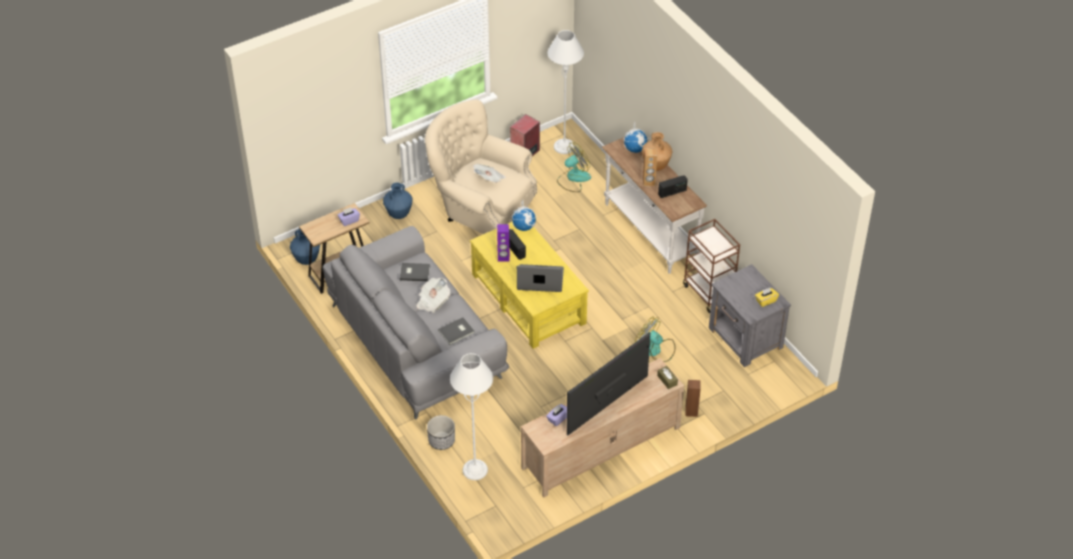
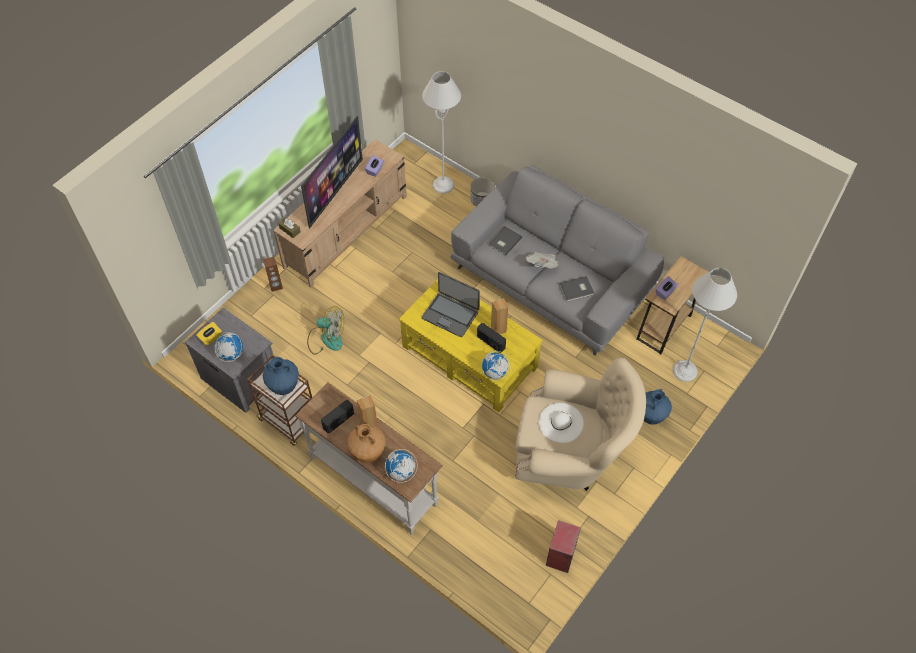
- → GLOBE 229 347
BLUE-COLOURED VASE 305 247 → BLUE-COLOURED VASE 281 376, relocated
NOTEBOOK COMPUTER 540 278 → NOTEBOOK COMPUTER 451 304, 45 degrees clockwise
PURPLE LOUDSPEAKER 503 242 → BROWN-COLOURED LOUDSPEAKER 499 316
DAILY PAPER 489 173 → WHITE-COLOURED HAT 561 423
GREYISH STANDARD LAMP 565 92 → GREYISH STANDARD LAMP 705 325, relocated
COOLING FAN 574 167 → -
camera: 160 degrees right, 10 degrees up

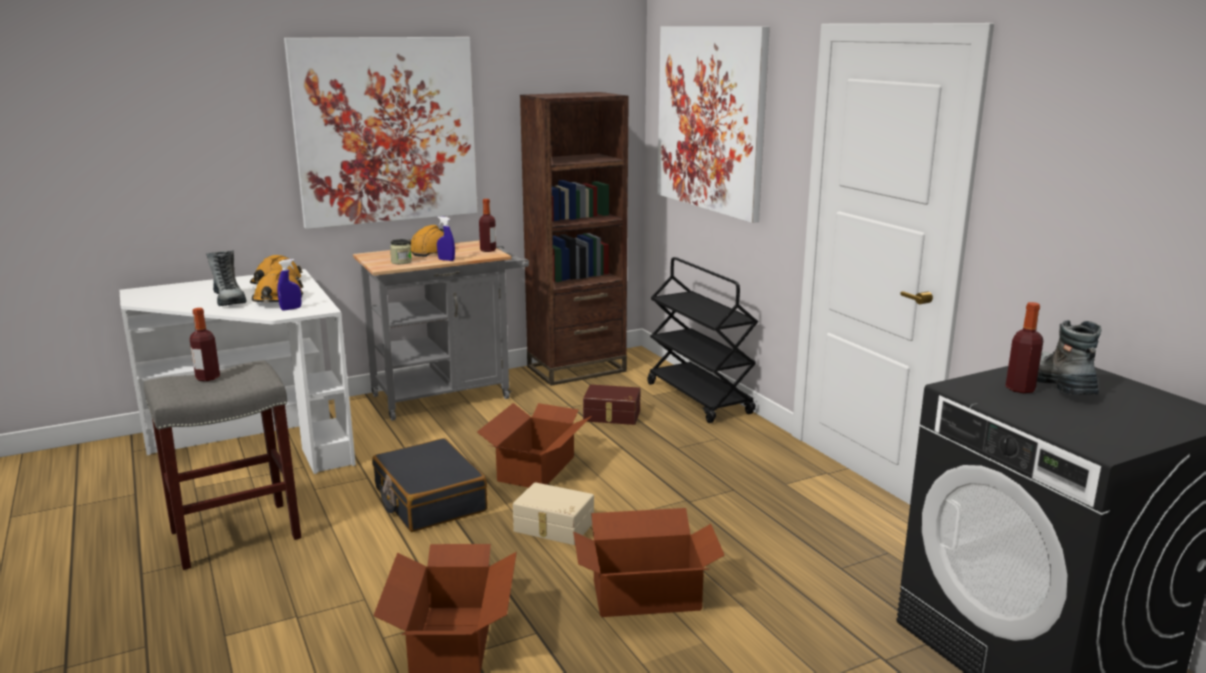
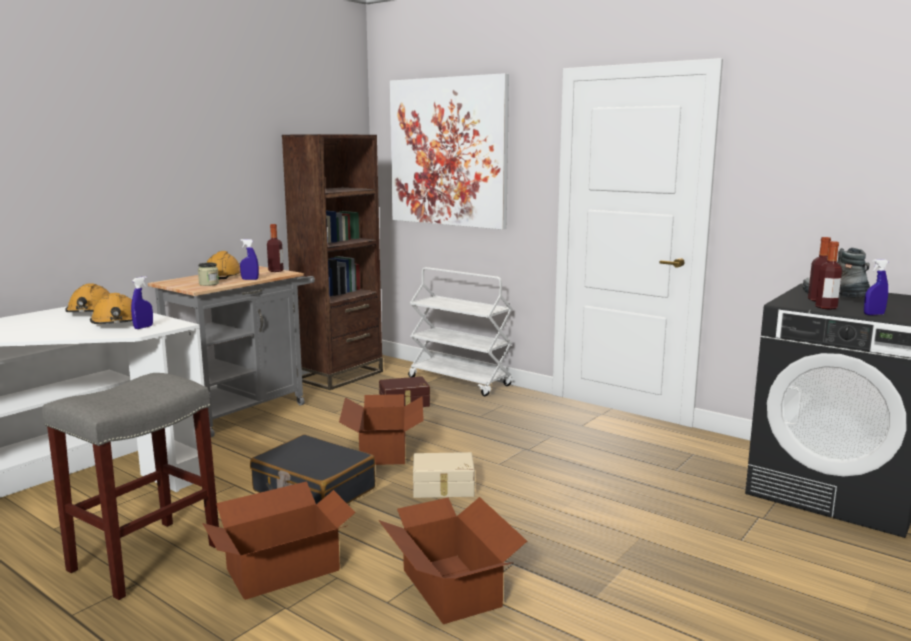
PACKING BOX 649 562 → PACKING BOX 279 540, relocated
BLACK-COLOURED TROLLEY 702 340 → WHITE-COLOURED TROLLEY 460 331
BOTTLE 205 344 → BOTTLE 828 275, relocated
- → BLUE-COLOURED SPRAYER 876 287
BOOT 226 278 → -
WALL ART 381 133 → -
camera: 25 degrees left, 5 degrees down

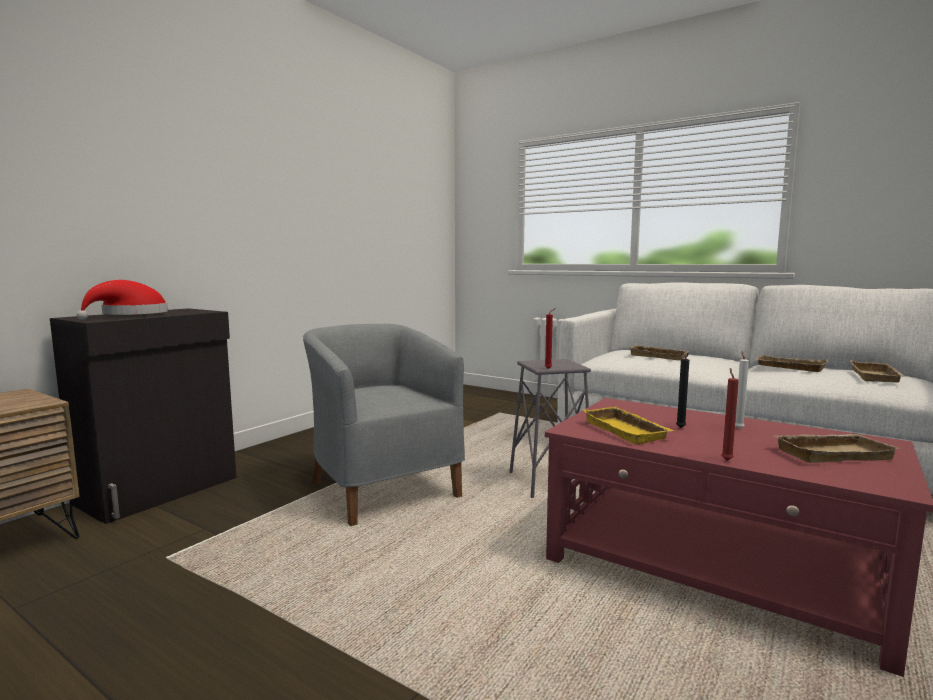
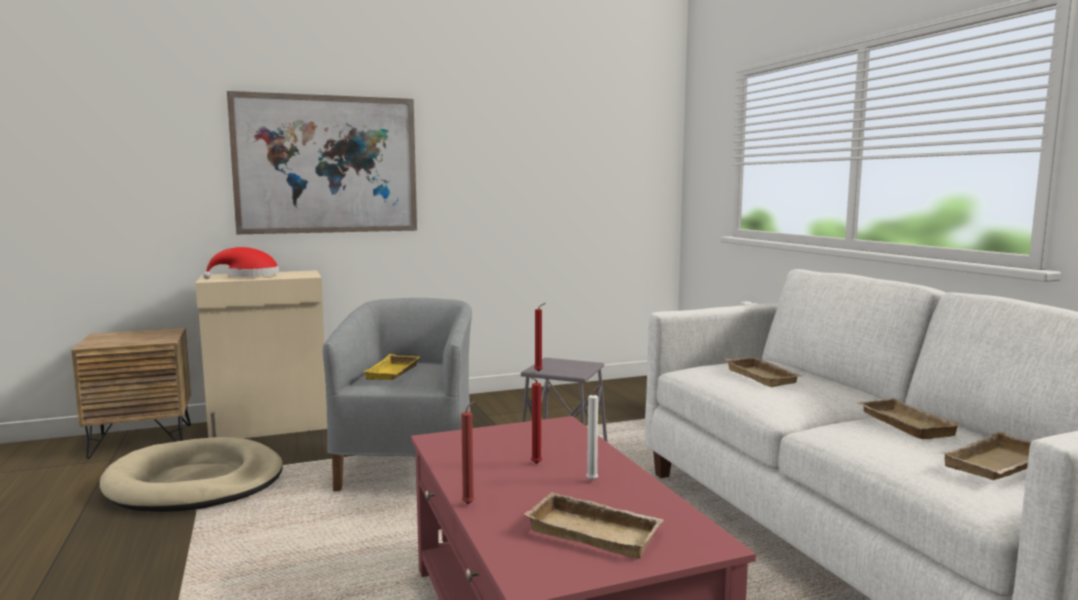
- → SAND-COLOURED PET BED 191 474
BLACK-COLOURED STORAGE CABINET 143 416 → SAND-COLOURED STORAGE CABINET 261 354
- → WALL ART 322 162
YELLOW-COLOURED SERVING TRAY 628 426 → YELLOW-COLOURED SERVING TRAY 391 367, relocated
BLACK-COLOURED CANDLE 682 390 → REDDISH CANDLE 536 420
camera: 35 degrees right, 0 degrees up

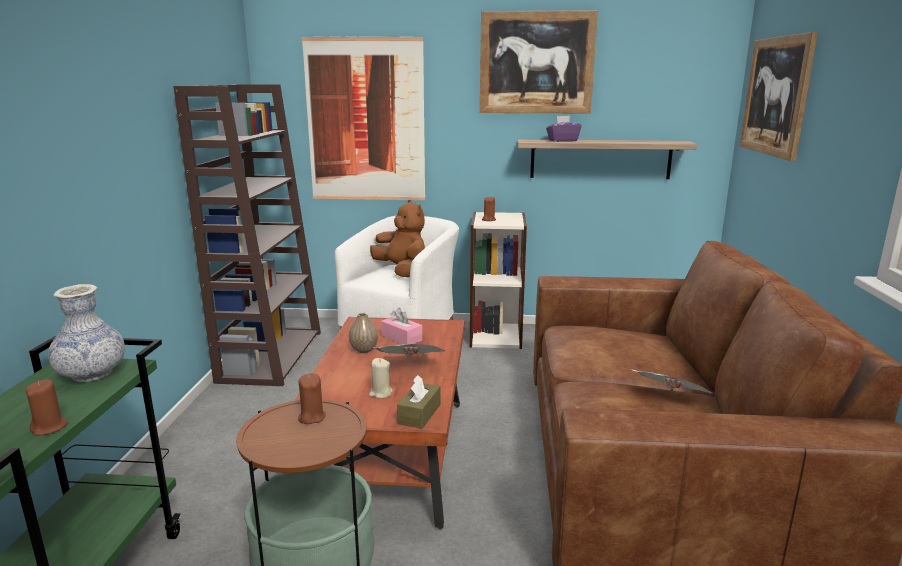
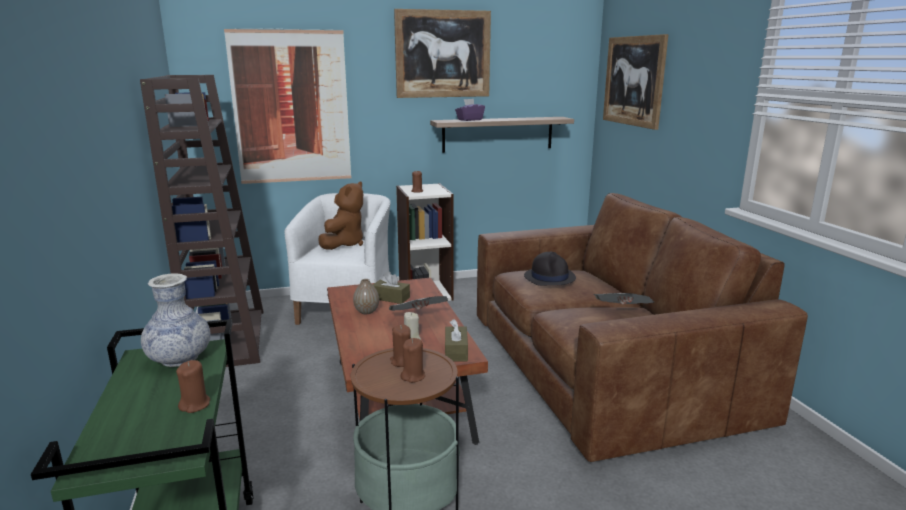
BROWN-COLOURED PLUSH TOY 397 238 → BROWN-COLOURED PLUSH TOY 340 215, 75 degrees clockwise
PINK TISSUE HOLDER 401 326 → BROWN-COLOURED TISSUE HOLDER 391 287
- → BROWN-COLOURED CANDLE 412 360
- → BLACK-COLOURED HAT 550 269
camera: 20 degrees left, 0 degrees up

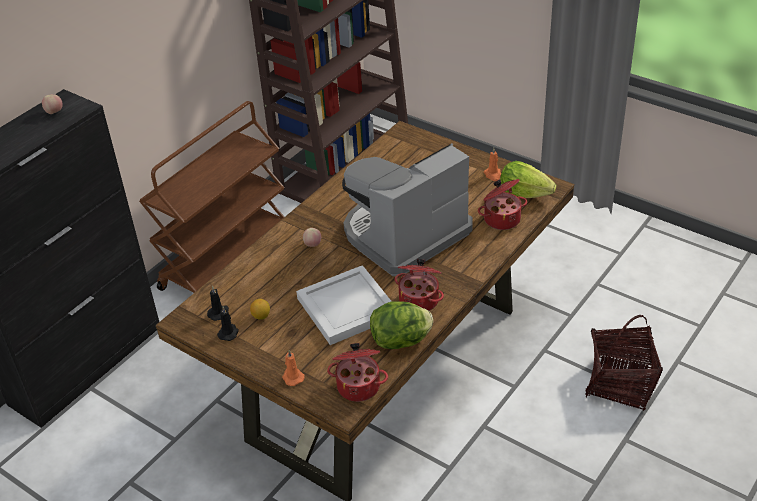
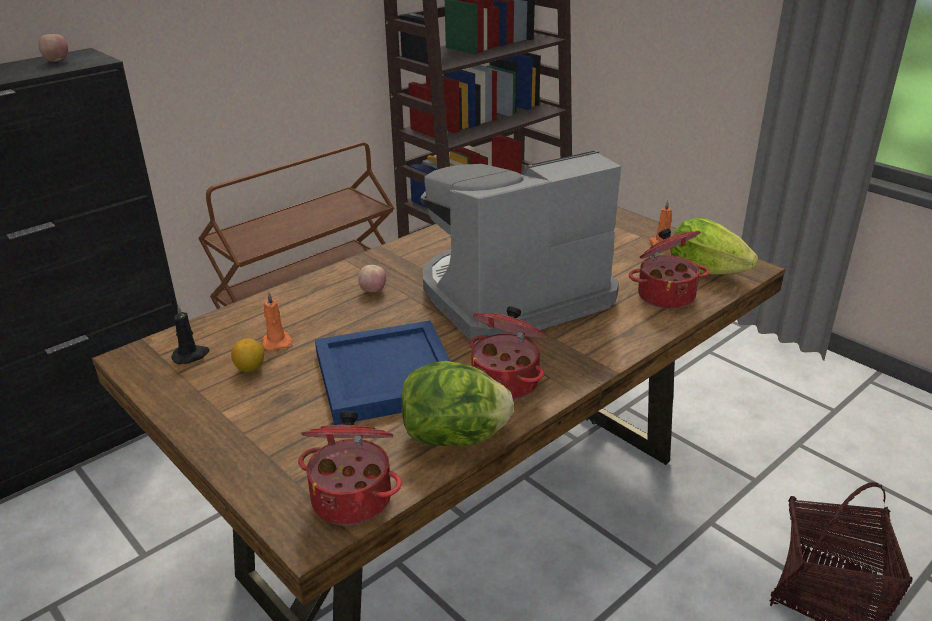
ORANGEY CANDLE 293 368 → ORANGEY CANDLE 277 321, relocated
WHITE-COLOURED SERVING TRAY 343 305 → BLUE-COLOURED SERVING TRAY 383 372
BLACK-COLOURED CANDLE 228 323 → -
camera: 10 degrees right, 10 degrees down

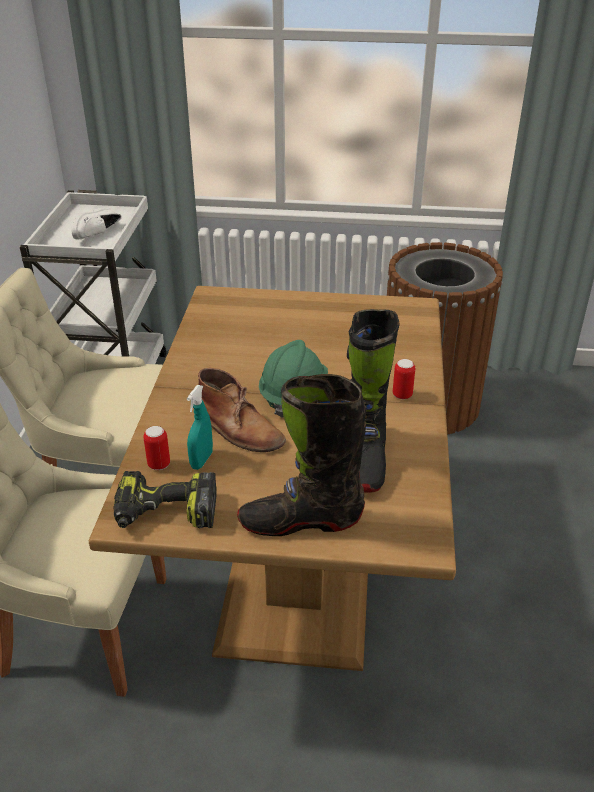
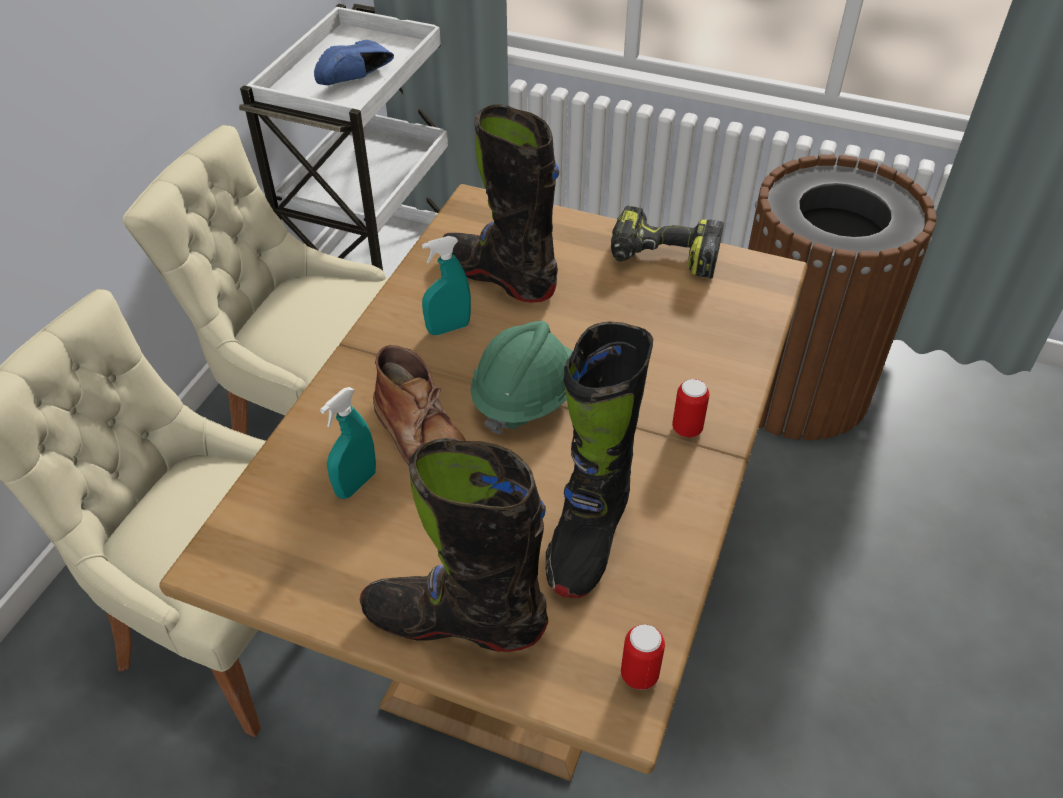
WHITE-COLOURED SHOE 96 223 → BLUE-COLOURED SHOE 354 62
- → TURQUOISE SPRAYER 446 285
- → BLACK-COLOURED BOOT 501 203
ELECTRIC DRILL 165 500 → ELECTRIC DRILL 667 242, relocated
METAL CAN 156 448 → METAL CAN 643 657, relocated
camera: 15 degrees right, 10 degrees up

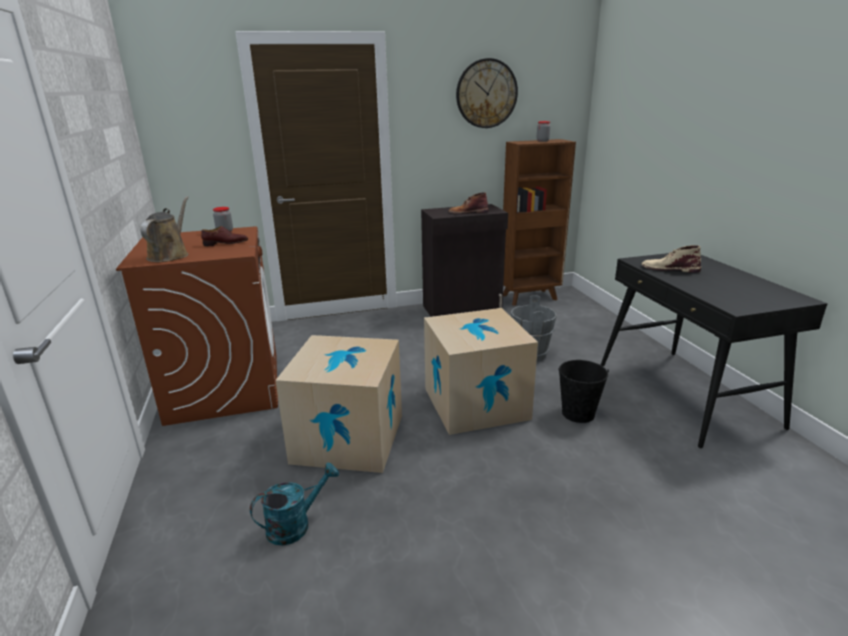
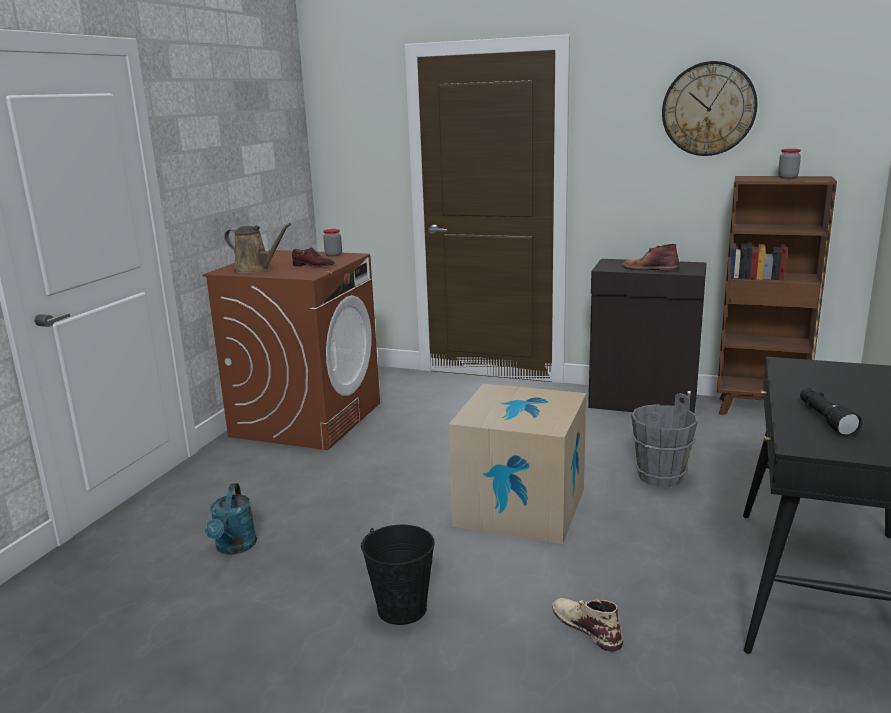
TURQUOISE SPRINKLING CAN 294 504 → TURQUOISE SPRINKLING CAN 231 519, 90 degrees clockwise
BROWN-COLOURED SPRINKLING CAN 164 229 → BROWN-COLOURED SPRINKLING CAN 257 248, 75 degrees clockwise
BLACK-COLOURED BUCKET 584 391 → BLACK-COLOURED BUCKET 398 574, relocated
SAND-COLOURED BOOT 671 259 → SAND-COLOURED BOOT 587 624, relocated
- → BLACK-COLOURED HAND TORCH 831 412
PACKING BOX 338 404 → -
camera: 35 degrees right, 5 degrees down

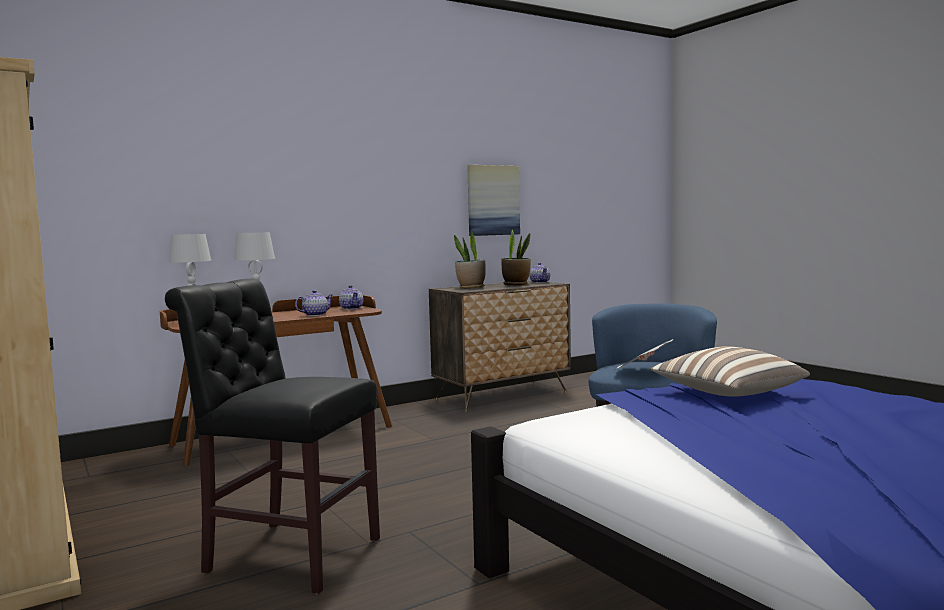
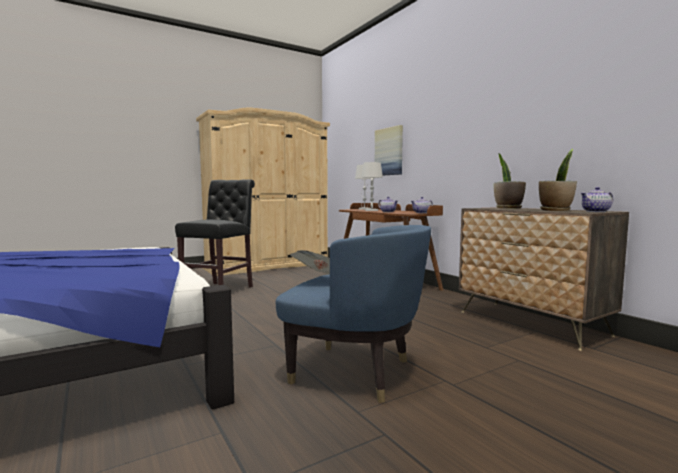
WALL ART 493 200 → WALL ART 389 150, relocated
THROW PILLOW 730 371 → -
camera: 90 degrees right, 0 degrees up

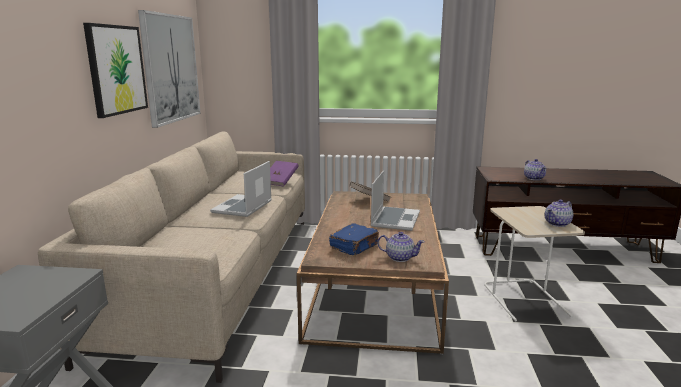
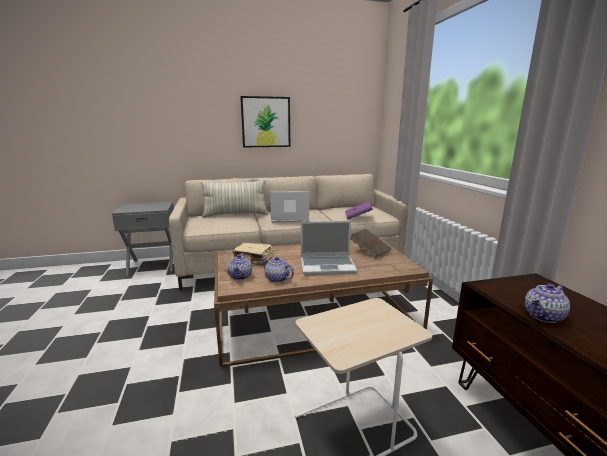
- → THROW PILLOW 234 199
BLUE-COLOURED BOOK 354 239 → SAND-COLOURED BOOK 252 254
TEAPOT 559 213 → TEAPOT 277 270, relocated
WALL ART 169 69 → -
camera: 70 degrees right, 0 degrees up

